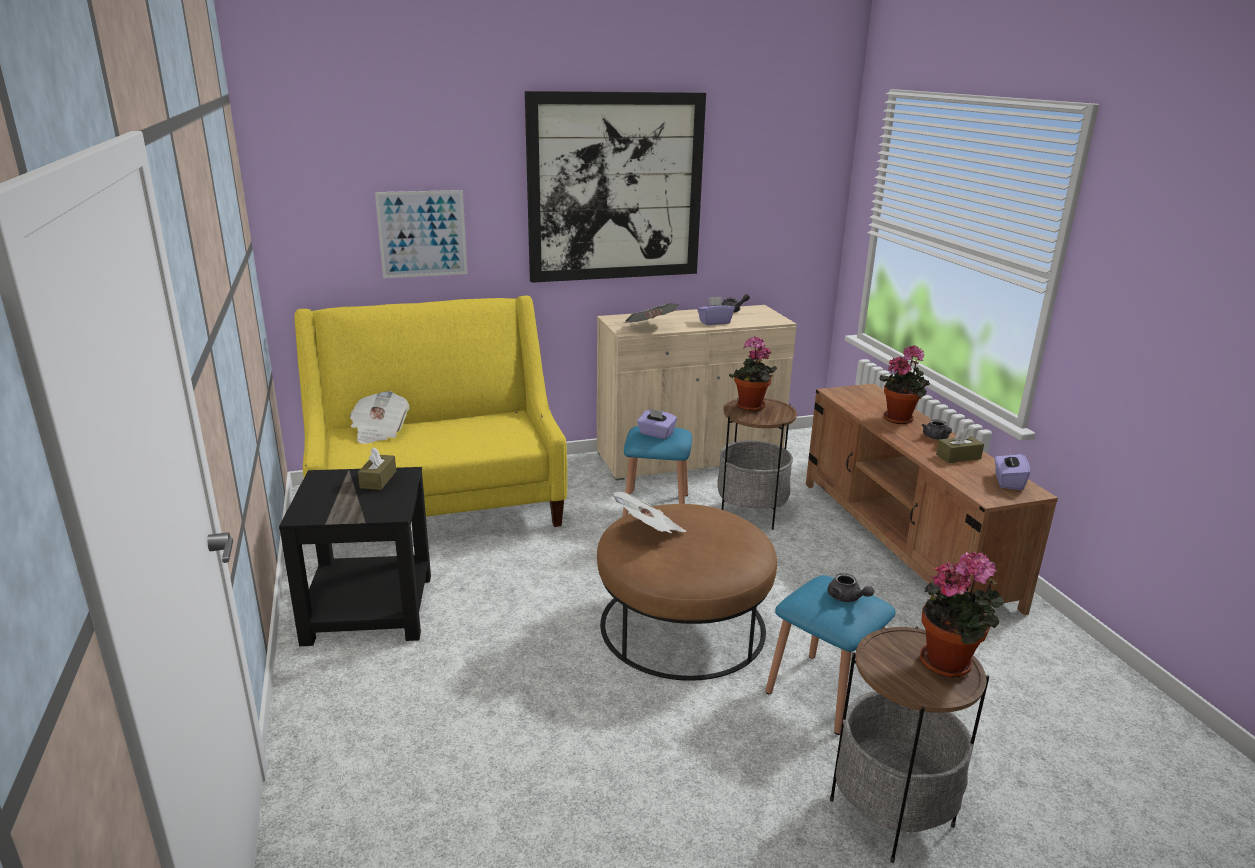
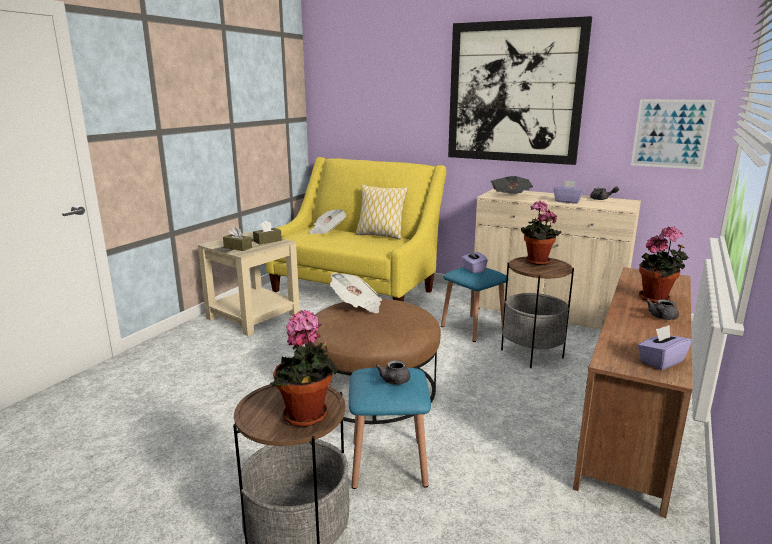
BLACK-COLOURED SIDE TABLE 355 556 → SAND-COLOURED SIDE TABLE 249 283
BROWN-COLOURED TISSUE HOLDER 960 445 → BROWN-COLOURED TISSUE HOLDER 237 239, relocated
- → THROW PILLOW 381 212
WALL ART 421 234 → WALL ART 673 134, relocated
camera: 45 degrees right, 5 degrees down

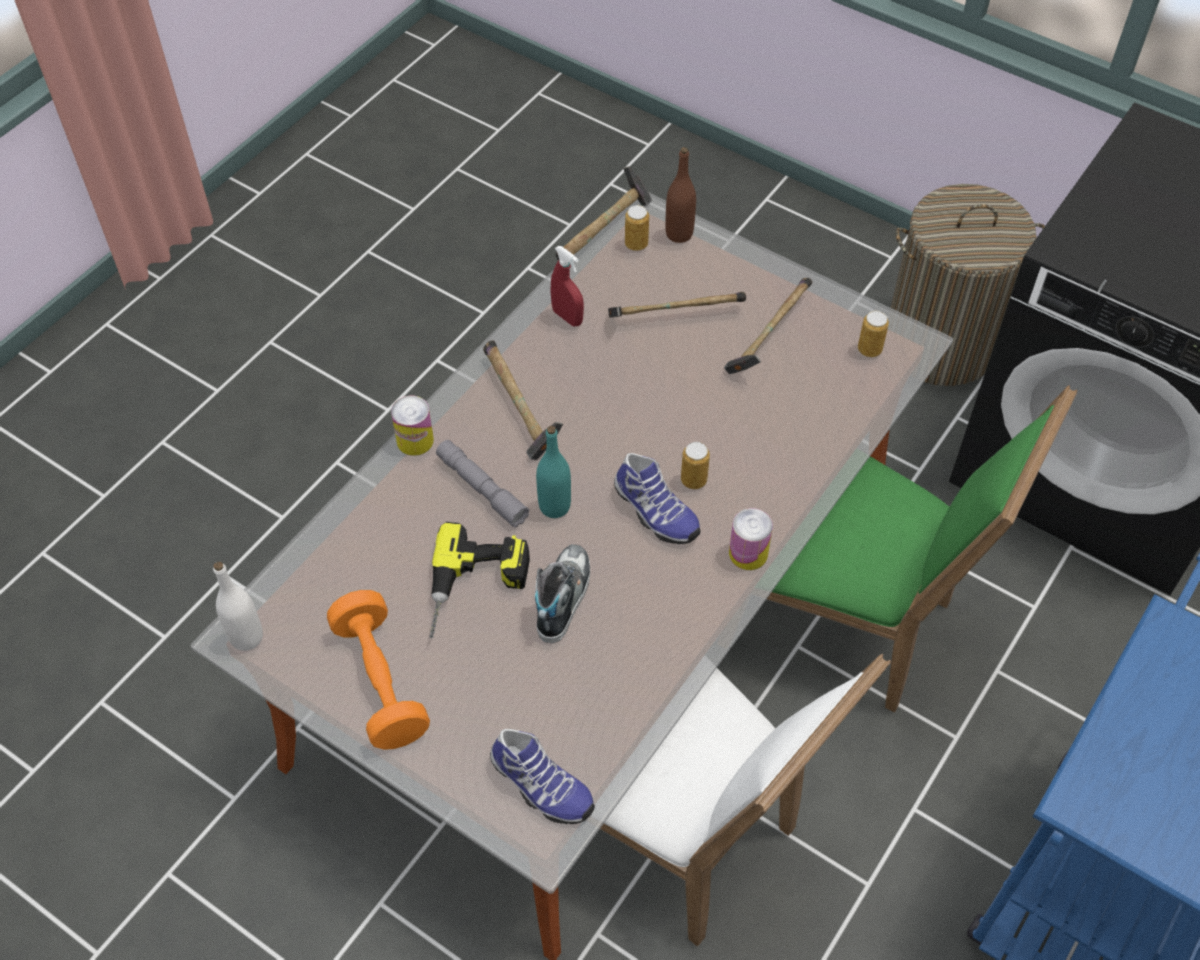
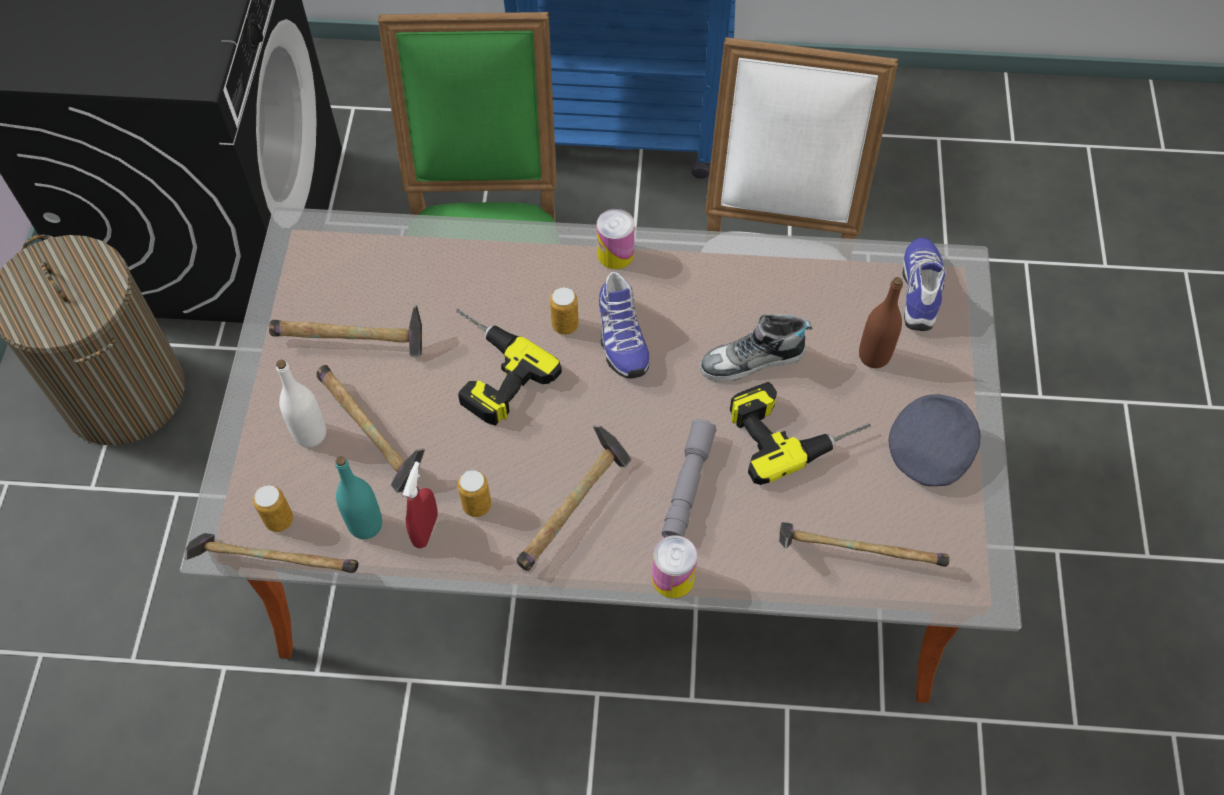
WHITE-COLOURED BOTTLE 238 606 → WHITE-COLOURED BOTTLE 301 403, relocated
TURQUOISE BOTTLE 553 472 → TURQUOISE BOTTLE 358 497, relocated
- → ELECTRIC DRILL 509 367
METAL CAN 873 334 → METAL CAN 474 493, relocated
SHOE 657 498 → SHOE 624 325, 150 degrees clockwise
- → HAMMER 864 544
BROWN-COLOURED BOTTLE 680 195 → BROWN-COLOURED BOTTLE 881 322, relocated
ORANGEY FREE WEIGHT 378 670 → GREYISH PEAKED CAP 934 440
camera: 120 degrees left, 5 degrees up

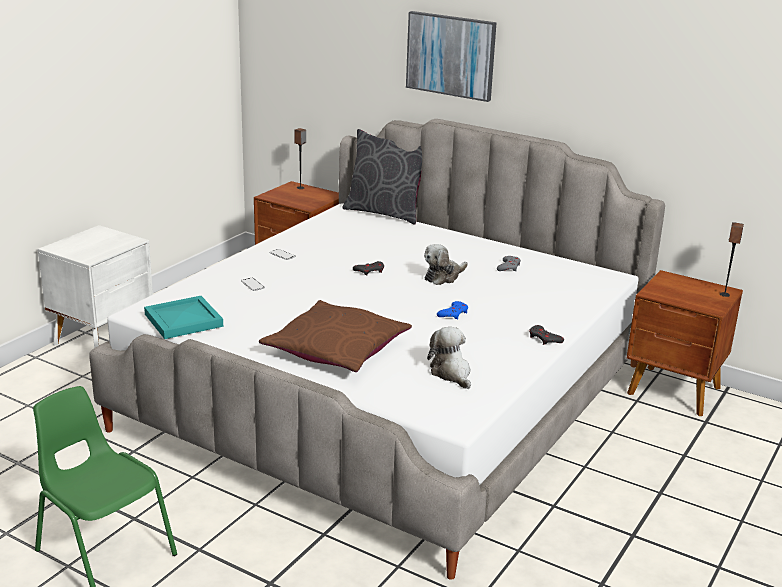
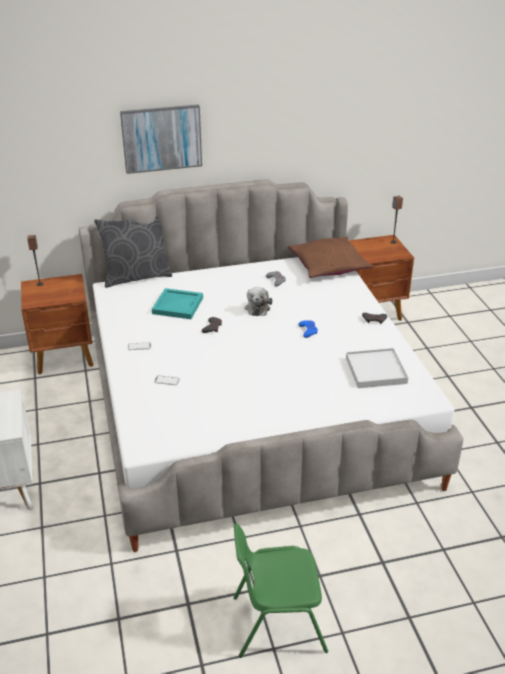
TURQUOISE SERVING TRAY 183 317 → TURQUOISE SERVING TRAY 177 303, relocated
BROWN-COLOURED THROW PILLOW 335 336 → BROWN-COLOURED THROW PILLOW 330 257, relocated
PLUSH TOY 449 358 → WHITE-COLOURED SERVING TRAY 377 368
camera: 45 degrees left, 10 degrees up

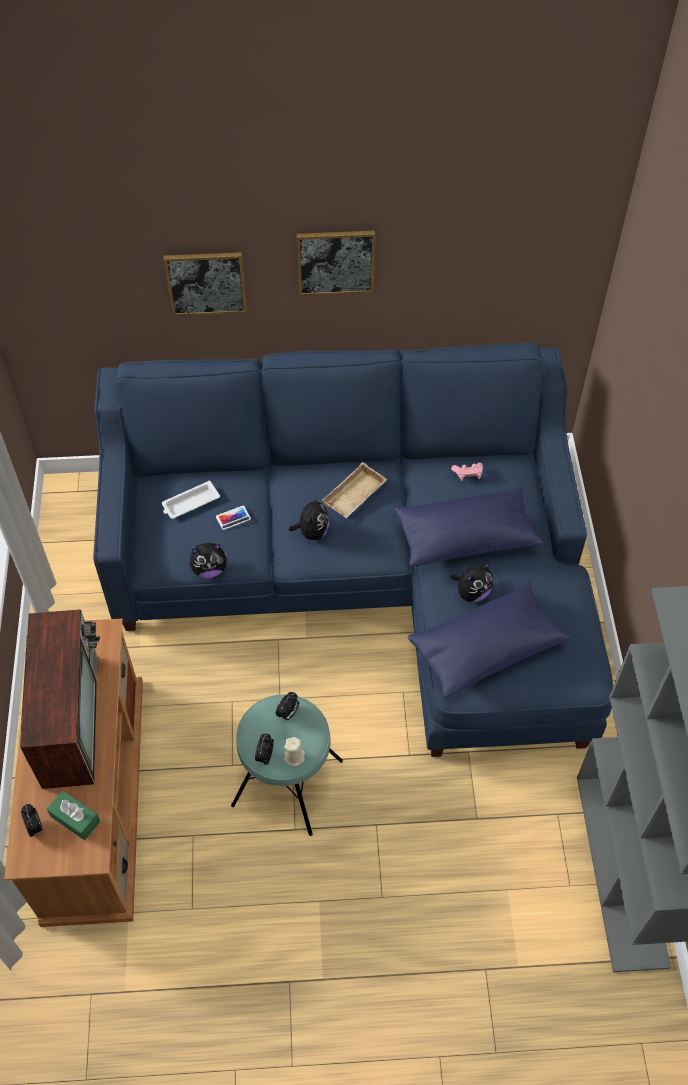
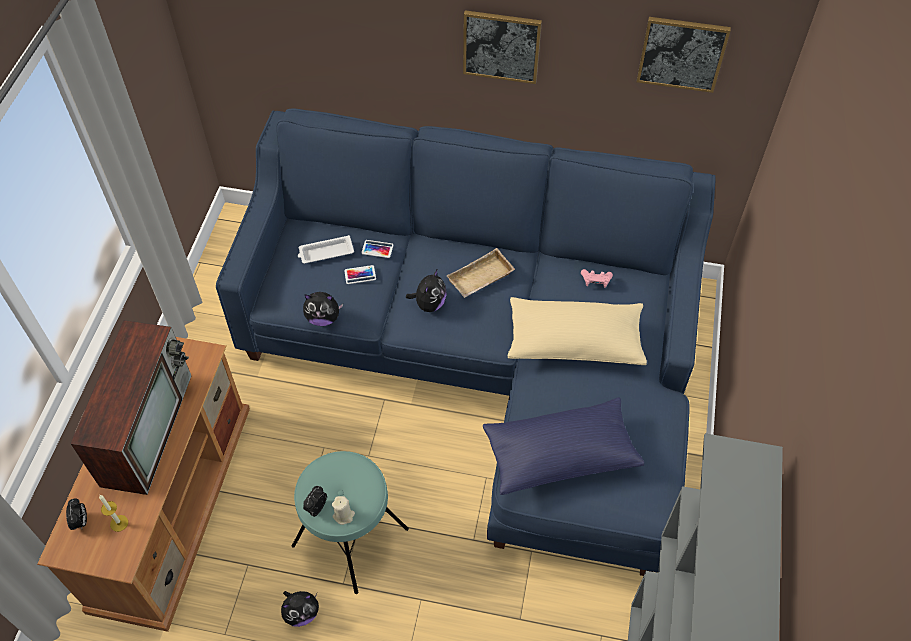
GREEN-COLOURED TISSUE HOLDER 73 815 → CANDLE 113 513
PLUSH TOY 472 582 → PLUSH TOY 300 609, relocated
- → HANDSET 377 249
BLUE-COLOURED THROW PILLOW 469 527 → SAND-COLOURED THROW PILLOW 577 331
WALL ART 205 284 → WALL ART 684 55, relocated
TABLE CLOCK 287 706 → -
camera: 15 degrees right, 0 degrees up

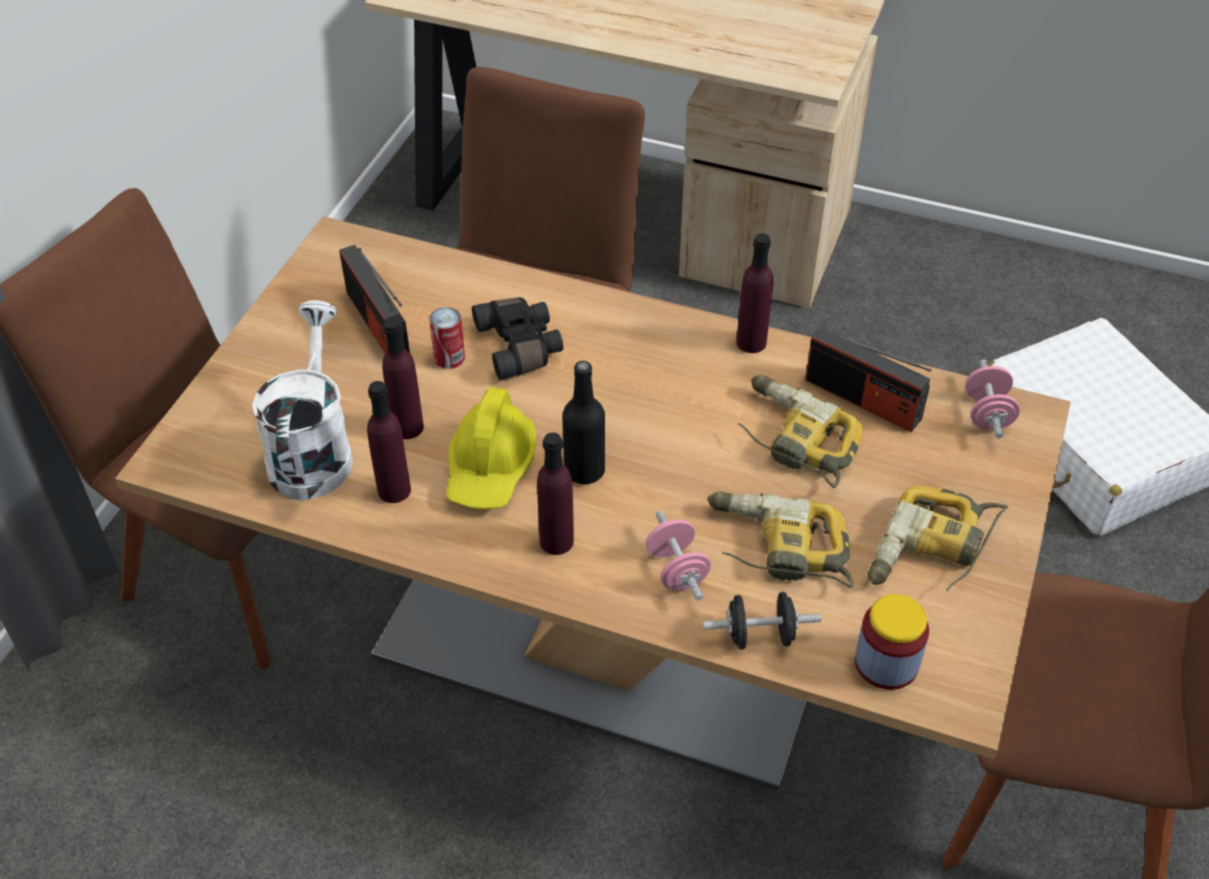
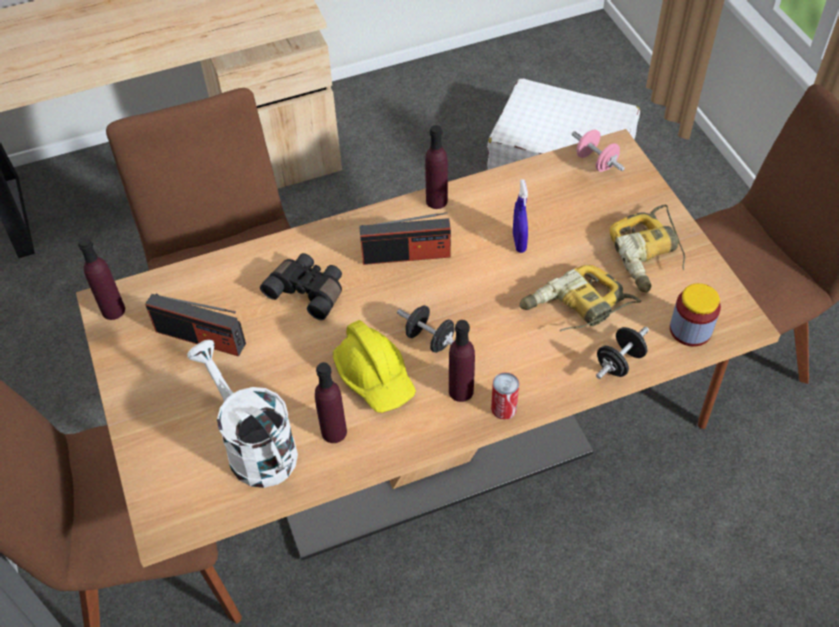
PURPLE BOTTLE 403 378 → PURPLE BOTTLE 101 278, relocated
RADIO 868 379 → RADIO 405 238, relocated
BLACK-COLOURED BOTTLE 583 422 → BLACK-COLOURED FREE WEIGHT 425 329
METAL CAN 447 338 → METAL CAN 505 396, relocated
ELECTRIC DRILL 800 431 → BLUE-COLOURED SPRAYER 520 216
PINK FREE WEIGHT 678 556 → -
camera: 40 degrees left, 5 degrees up

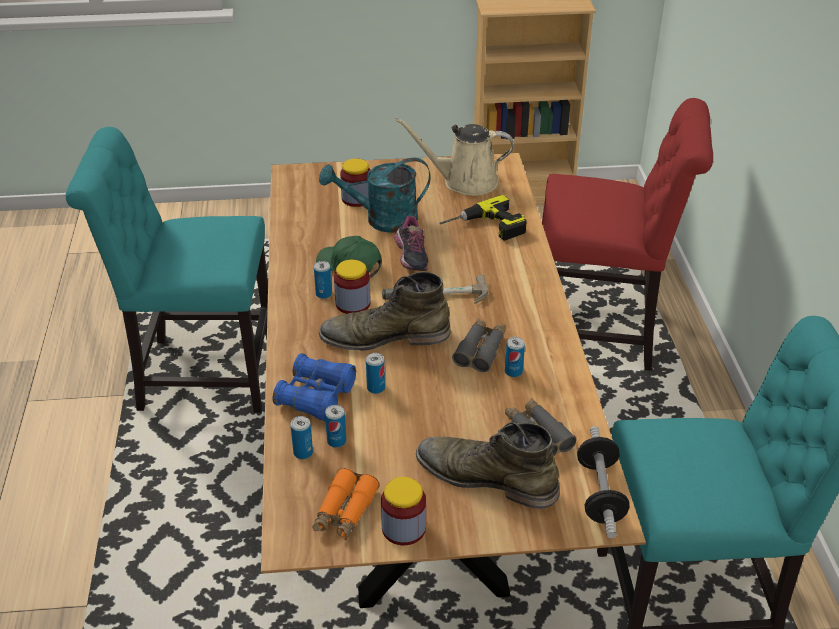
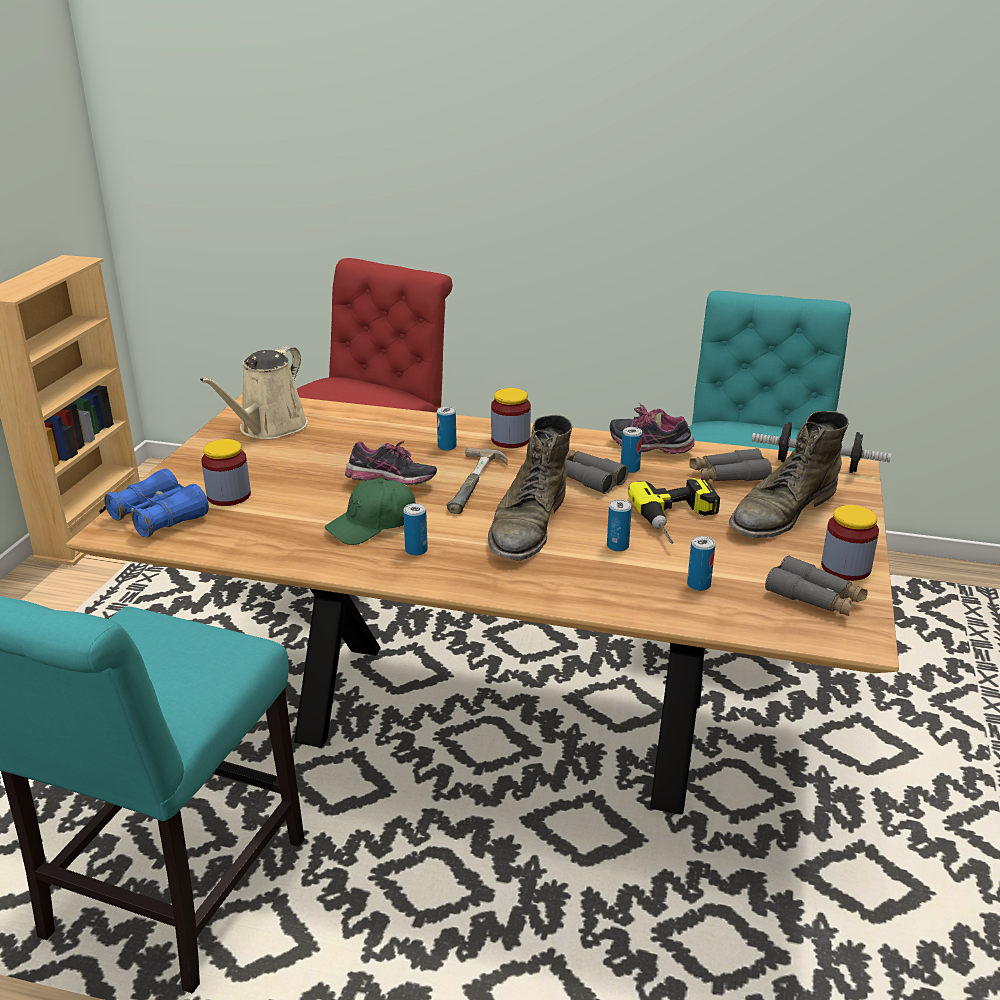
BLUE-COLOURED BINOCULARS 314 387 → BLUE-COLOURED BINOCULARS 156 503, relocated
METAL CAN 301 437 → METAL CAN 447 428, relocated
PRESERVE JAR 352 287 → PRESERVE JAR 511 418, relocated
- → SHOE 652 428
ELECTRIC DRILL 483 218 → ELECTRIC DRILL 674 511, relocated
ORANGEY BINOCULARS 346 504 → GREYISH BINOCULARS 816 585
TURQUOISE SPRINKLING CAN 375 195 → -
camera: 70 degrees left, 10 degrees down

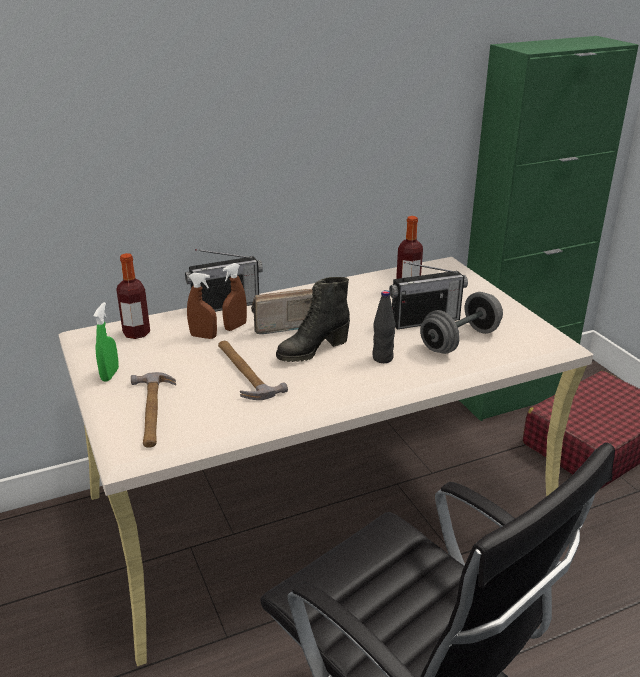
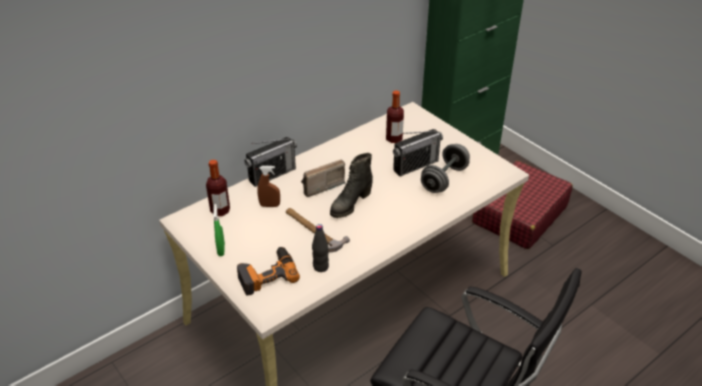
HAMMER 153 410 → ELECTRIC DRILL 268 271
BLACK-COLOURED BOTTLE 384 326 → BLACK-COLOURED BOTTLE 320 248, relocated
BROWN-COLOURED SPRAYER 234 297 → -
camera: 15 degrees left, 10 degrees up

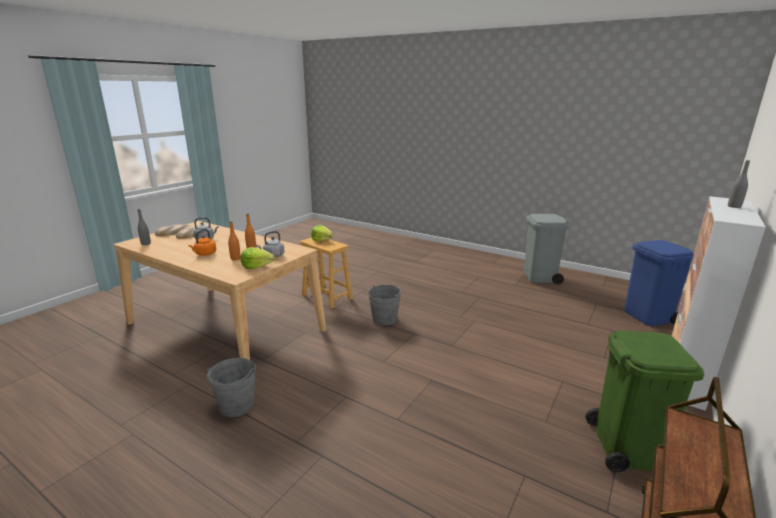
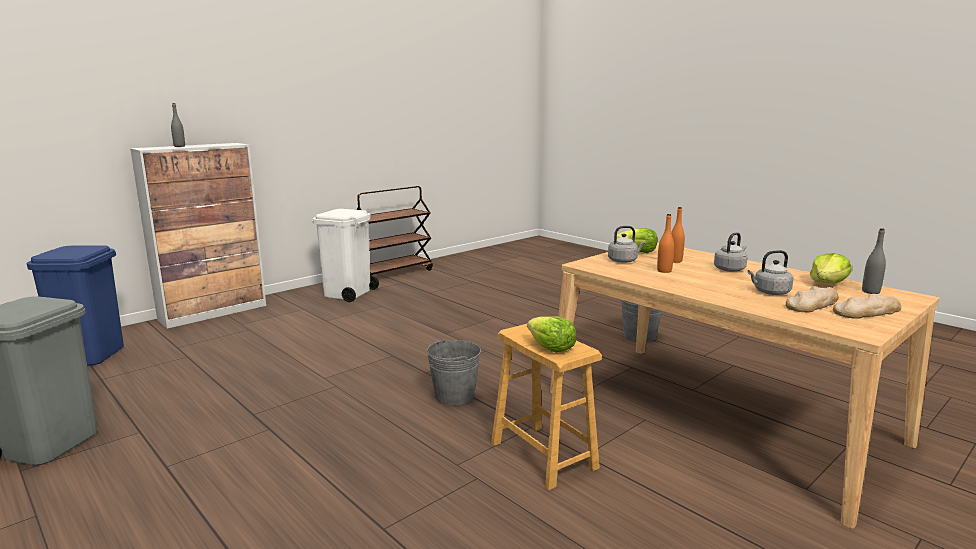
GREEN-COLOURED RUBBISH BIN 644 401 → WHITE-COLOURED RUBBISH BIN 345 255
ORANGEY KETTLE 202 242 → GREYISH KETTLE 731 252
- → LETTUCE 830 268
camera: 165 degrees left, 5 degrees down

